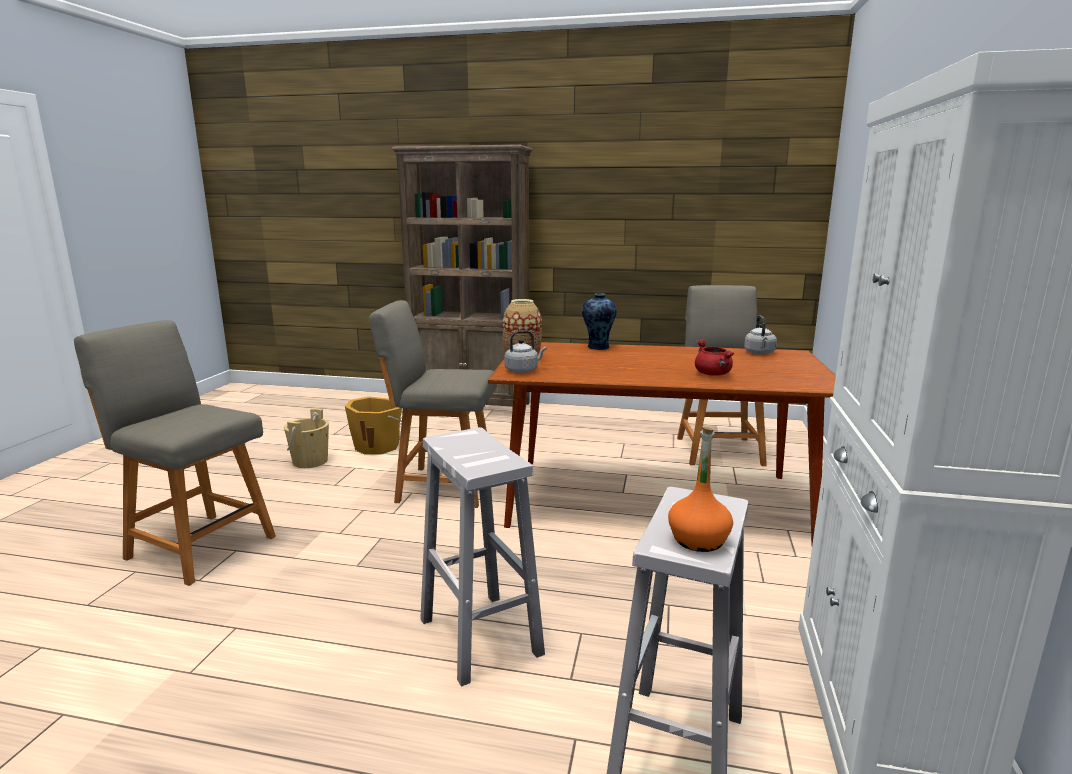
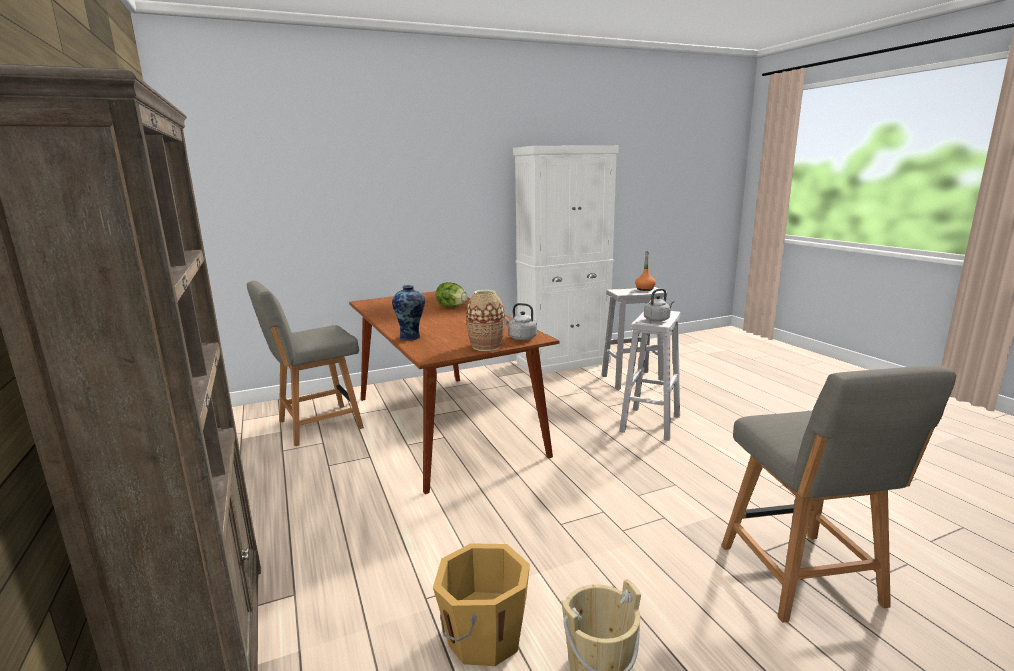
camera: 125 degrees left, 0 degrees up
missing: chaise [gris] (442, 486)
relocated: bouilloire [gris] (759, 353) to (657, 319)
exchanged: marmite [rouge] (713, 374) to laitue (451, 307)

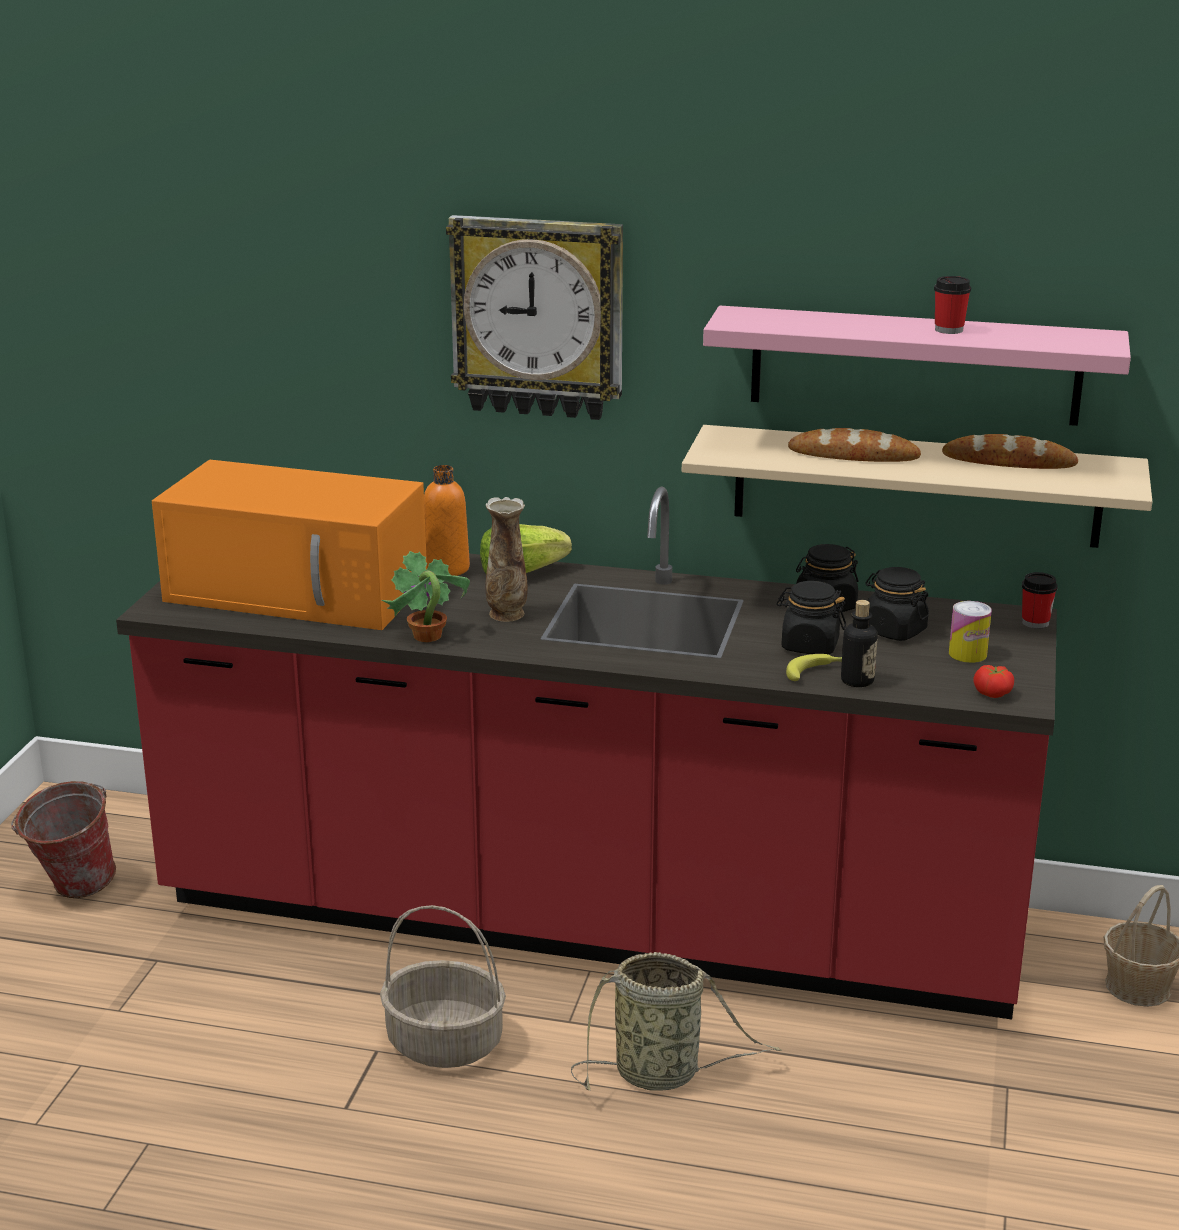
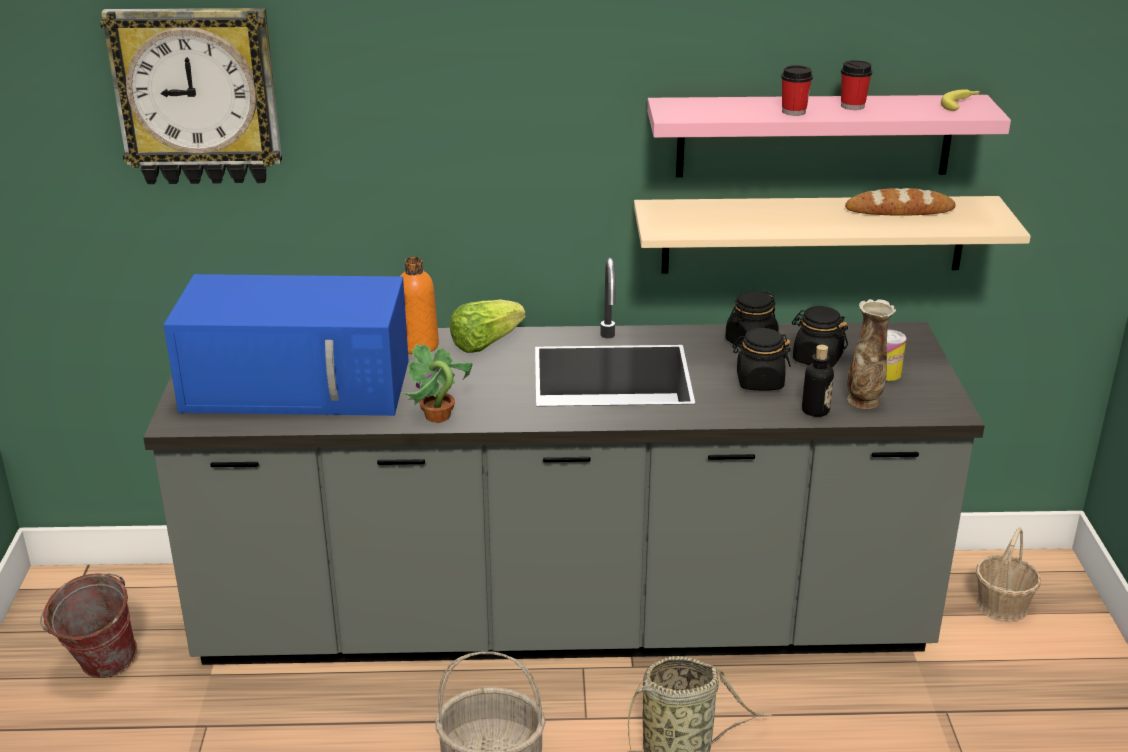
camera: 15 degrees left, 5 degrees up
missing: pain (853, 455); tomate (993, 693)
relocated: horloge murale (538, 317) to (197, 96); tasse (1035, 622) to (793, 111); vase (507, 614) to (864, 401); banane (815, 672) to (961, 104)
colour: comptoir de cuisine [rouge] (589, 920) to comptoir de cuisine [gris] (564, 621); micro-ondes [orange] (300, 591) to micro-ondes [bleu] (300, 385)

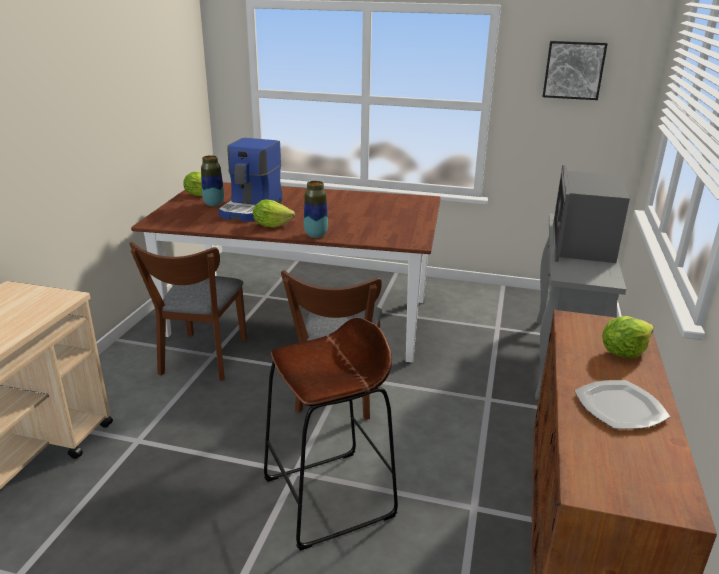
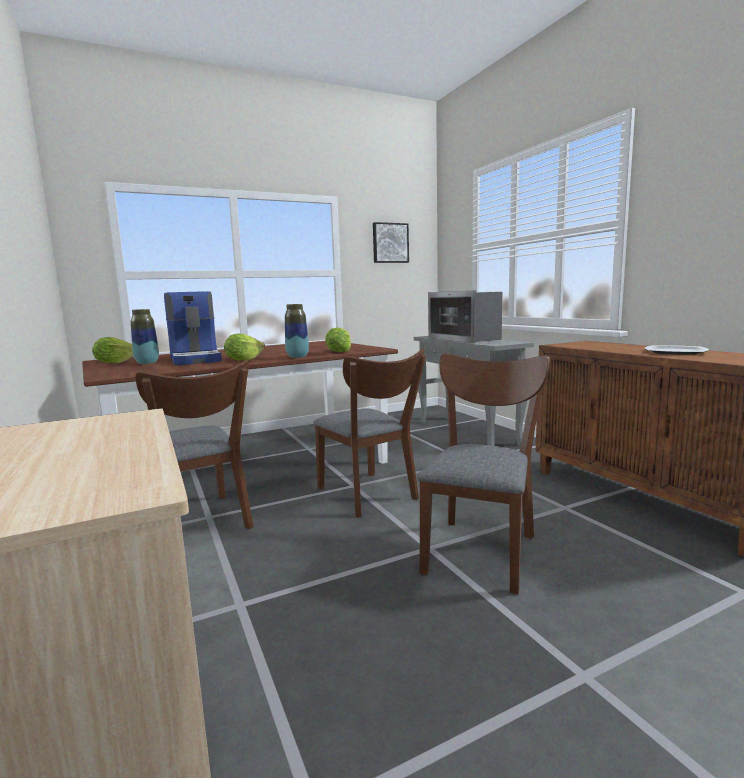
camera: 40 degrees left, 15 degrees down
relocated: laitue (623, 352) to (339, 352)
exchanged: tabouret [marron] (329, 497) to chaise [marron] (481, 548)

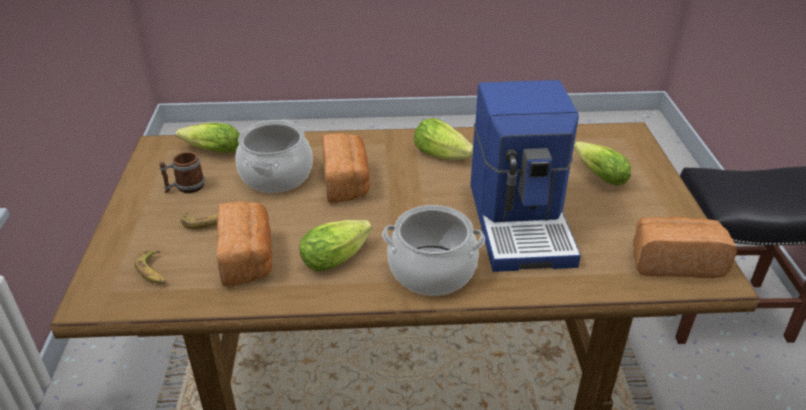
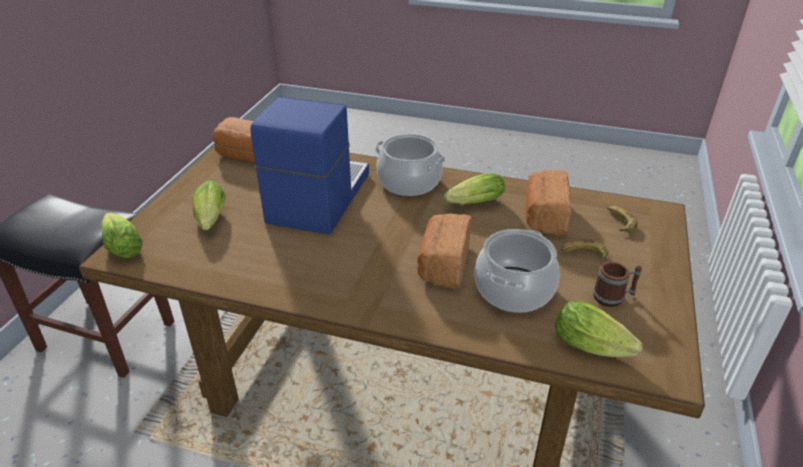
camera: 160 degrees left, 0 degrees up
relocated: laitue (444, 155) to (123, 245)

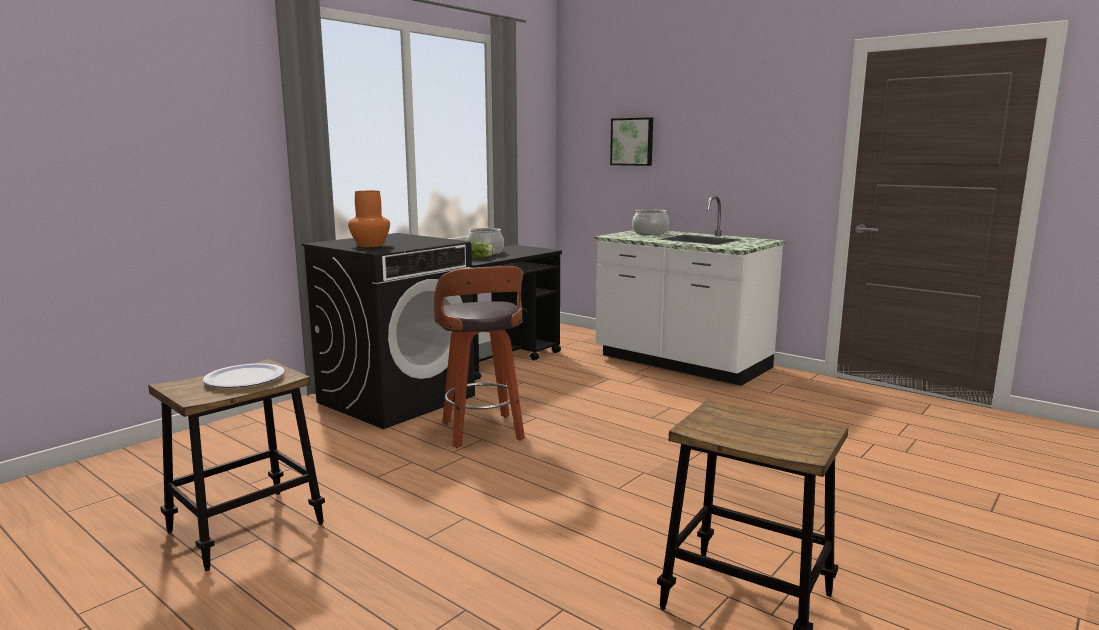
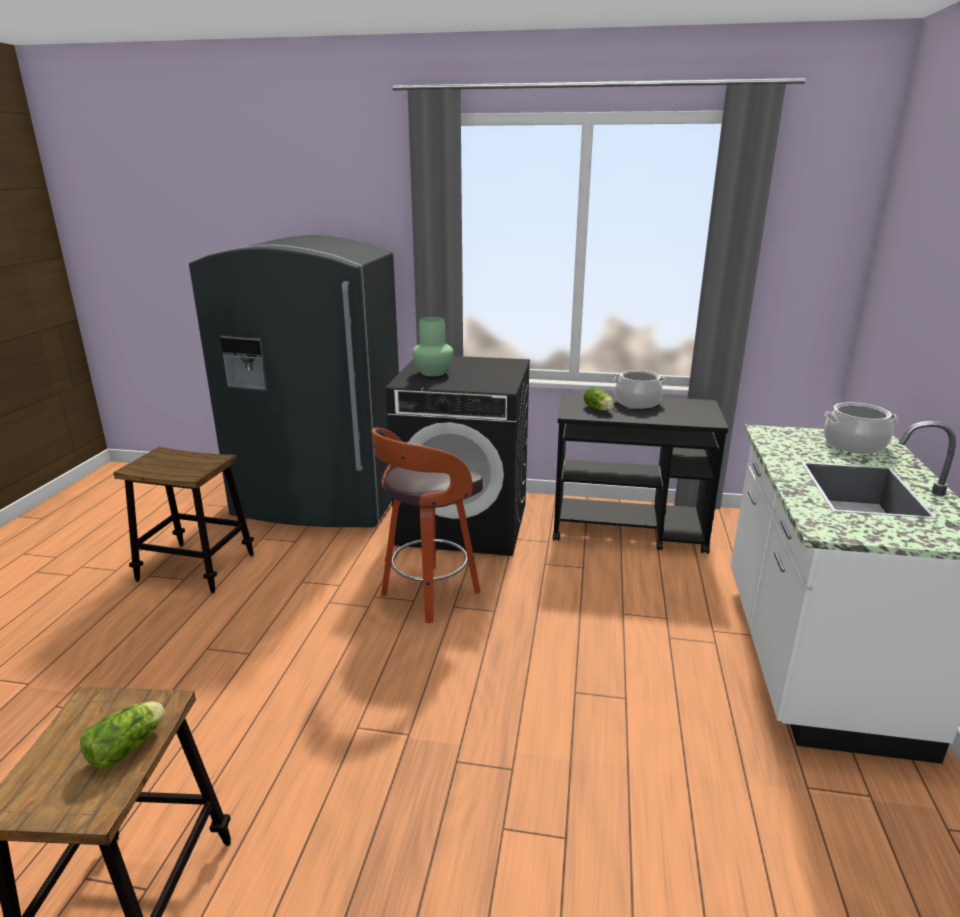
camera: 60 degrees right, 10 degrees up
missing: assiette (244, 378); tableau (632, 141)
appeared: laitue (130, 746); réfrigérateur [gris] (320, 502)
colour: vase [orange] (369, 245) to vase [vert] (433, 372)

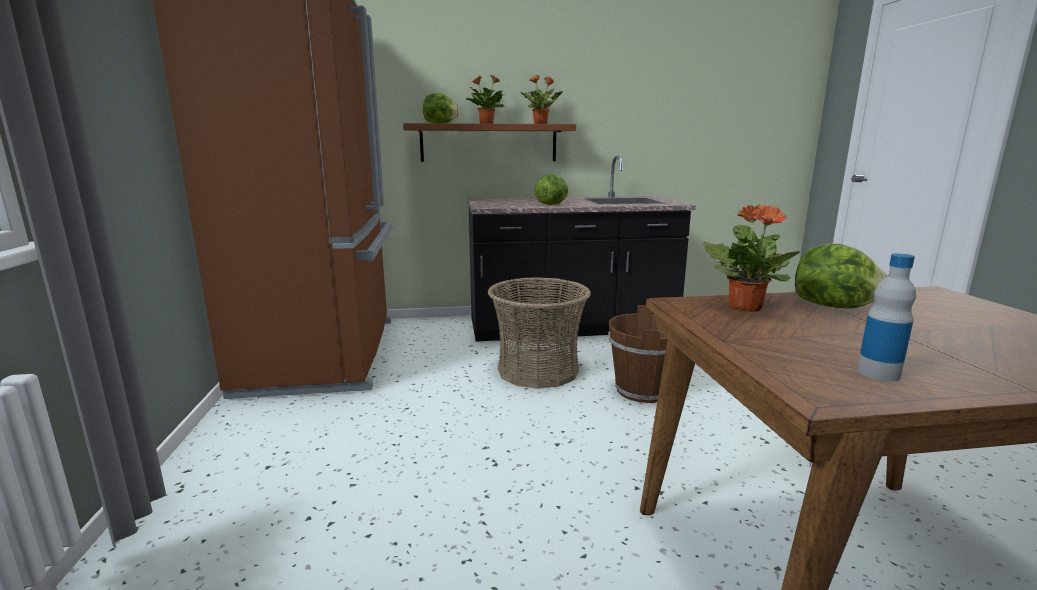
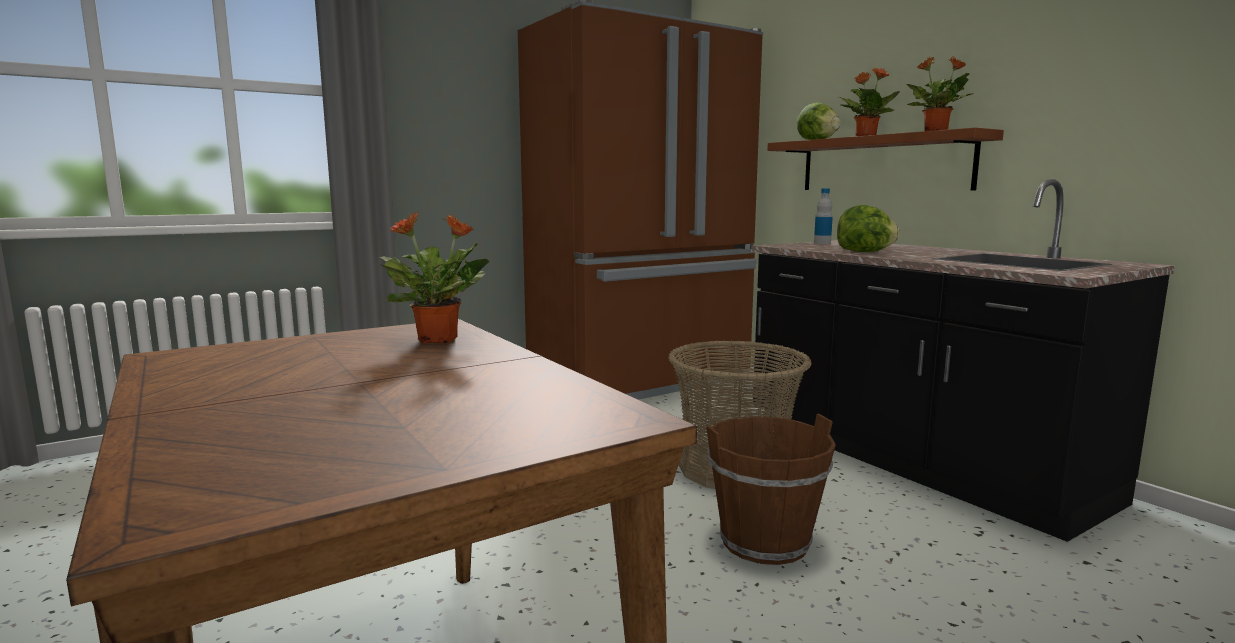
camera: 65 degrees right, 5 degrees down
missing: laitue (833, 307)
relocated: bouteille (878, 373) to (822, 243)

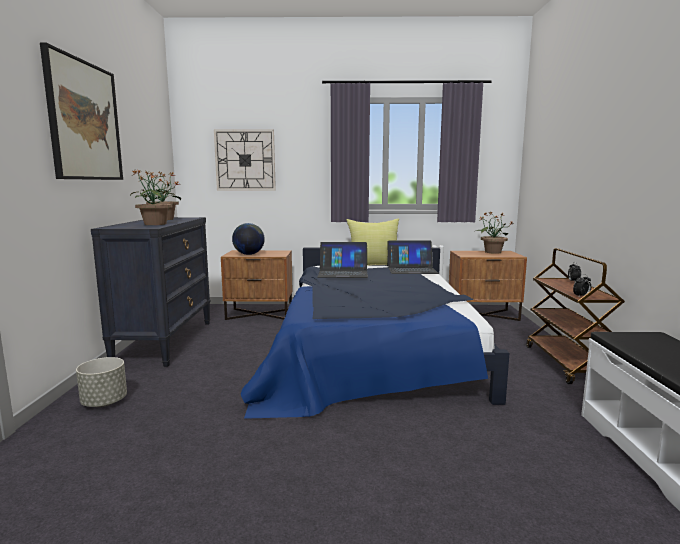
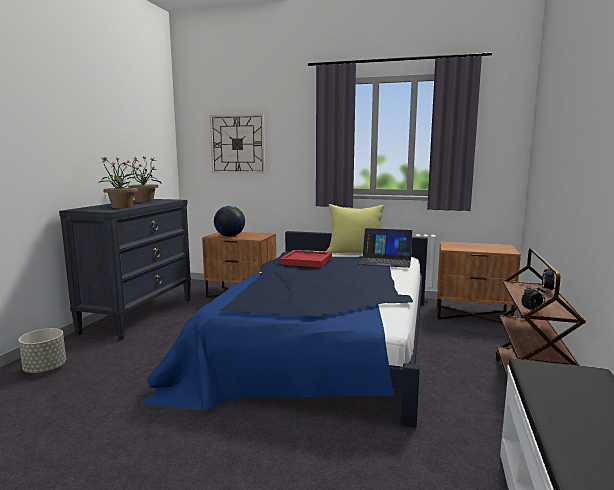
camera: 15 degrees right, 0 degrees up
missing: tableau (84, 121); plante en pot (492, 252)
exchanged: ordinateur portable (343, 273) to plateau [rouge] (307, 260)

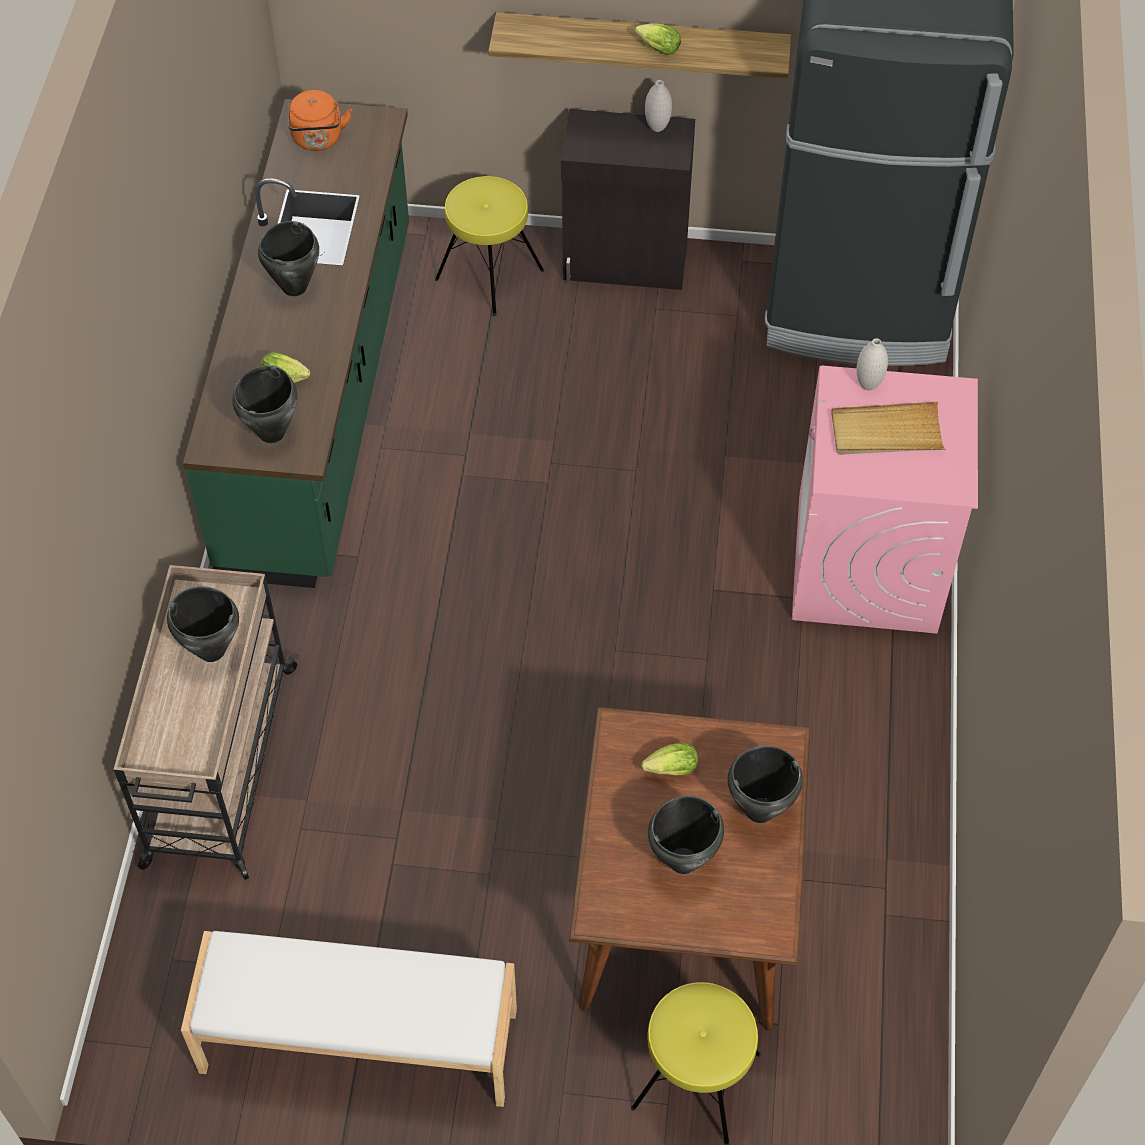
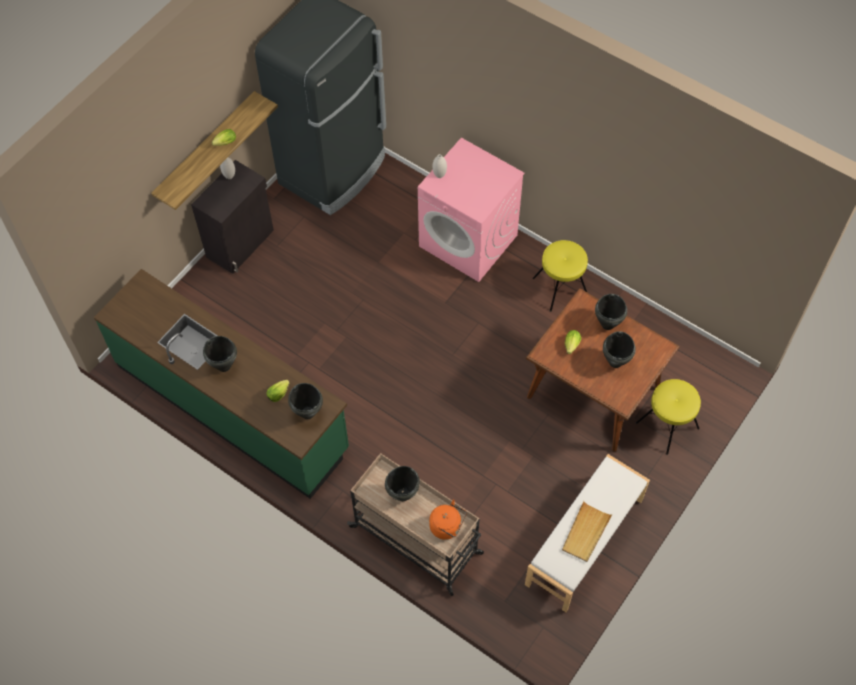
camera: 60 degrees left, 5 degrees up
relocated: bouilloire [orange] (318, 140) to (447, 527); tabouret [jaune] (489, 274) to (560, 287); plateau [beige] (886, 433) to (585, 533)

